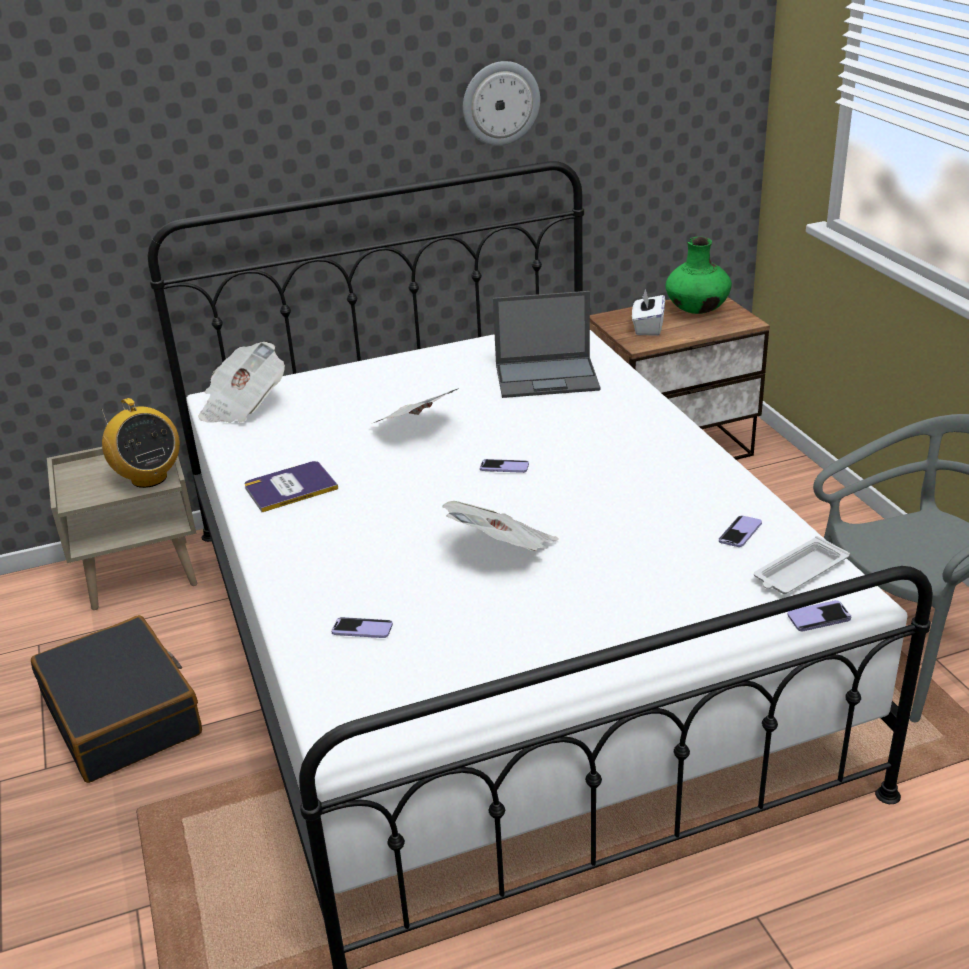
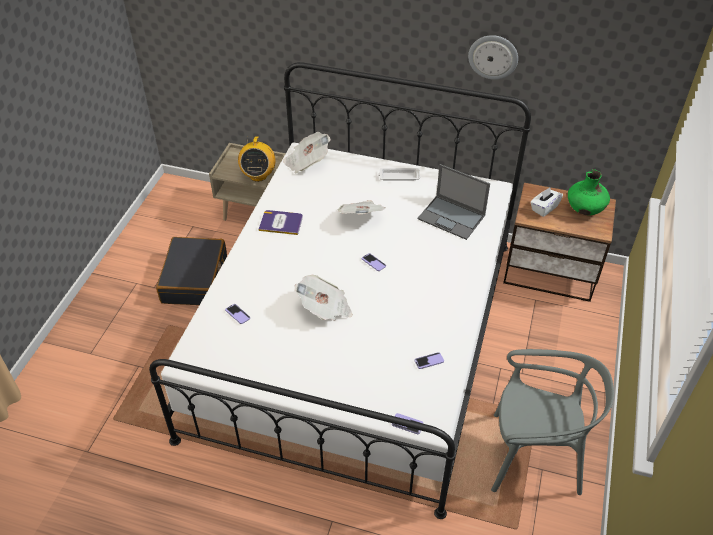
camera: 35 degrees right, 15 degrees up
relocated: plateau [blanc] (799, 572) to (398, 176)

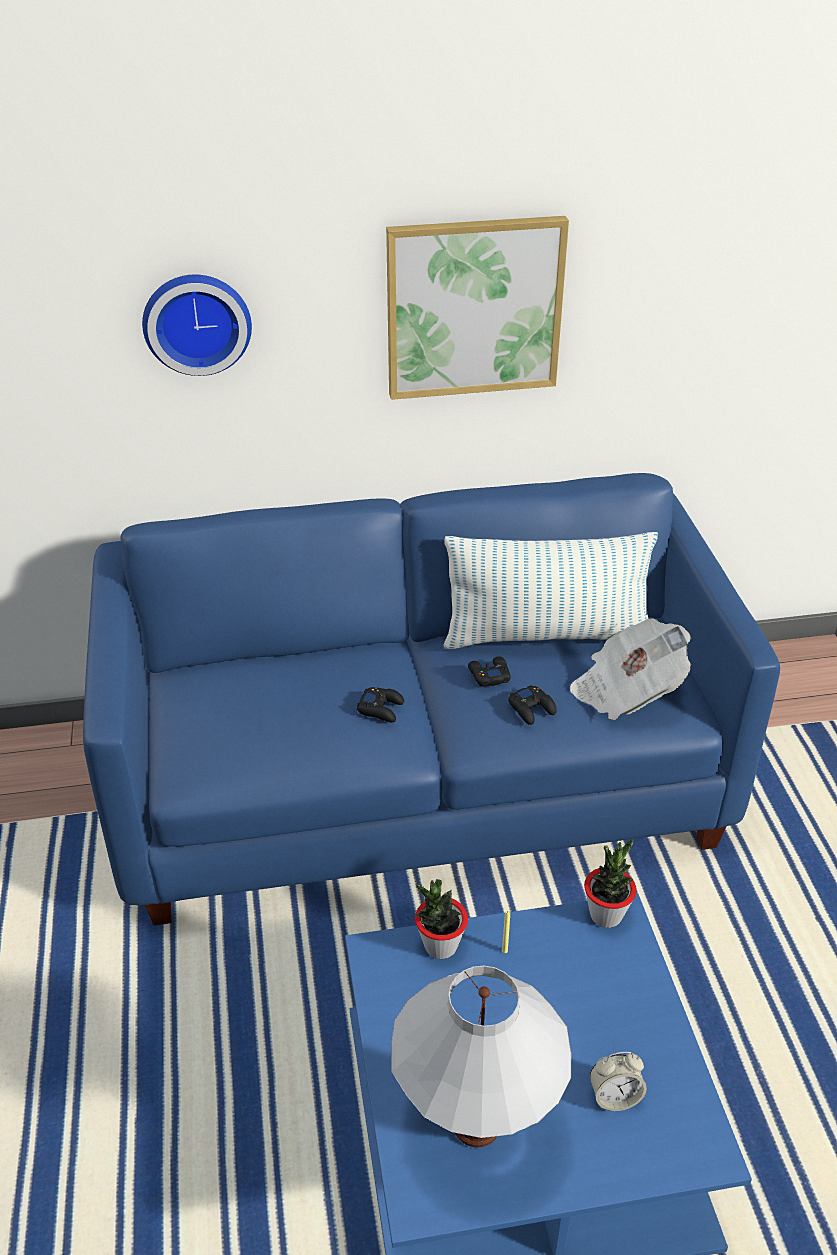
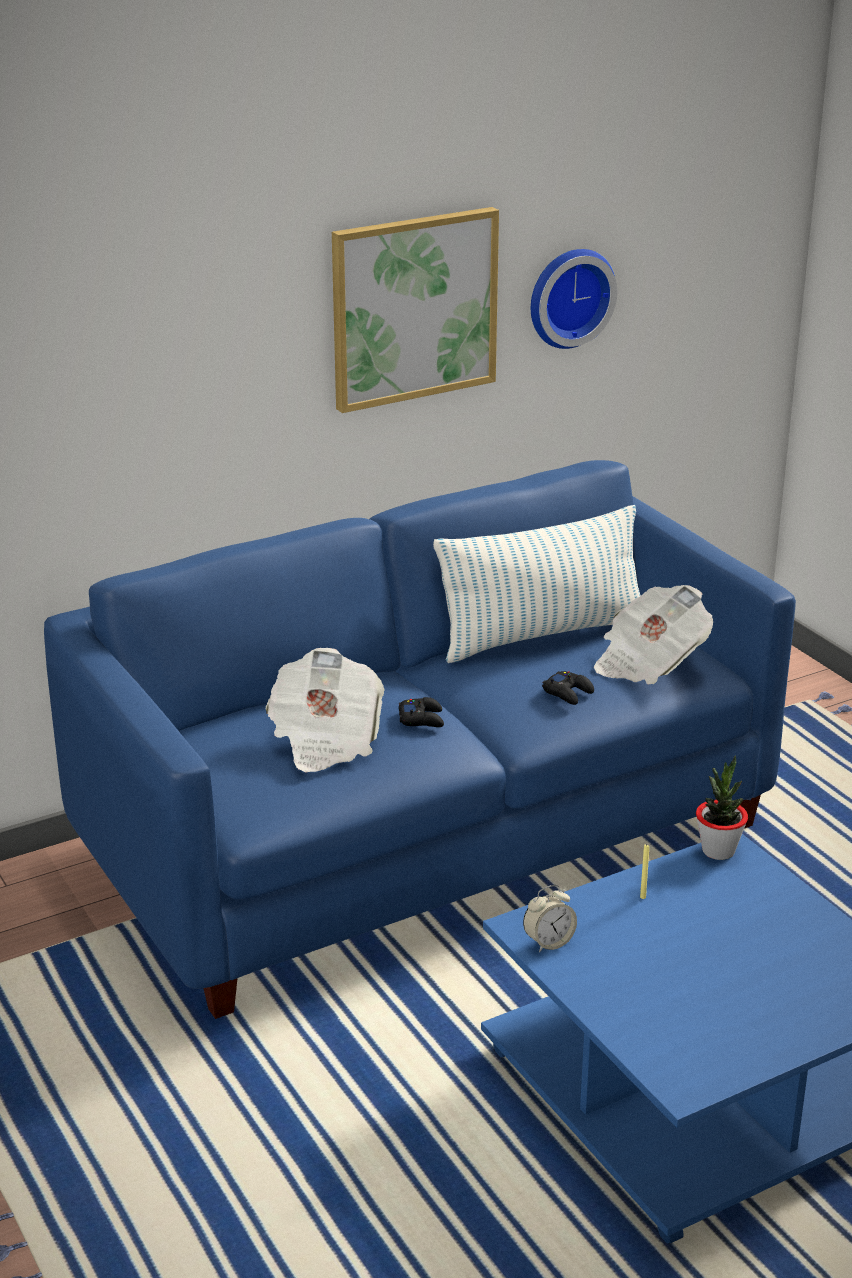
camera: 20 degrees left, 10 degrees down
missing: lampe de table [blanc] (476, 1126); plante en pot (440, 946); manette [noir] (488, 675)
appeared: journal (325, 739)
relocated: réveil (614, 1097) to (549, 942); horloge murale (197, 322) to (568, 296)

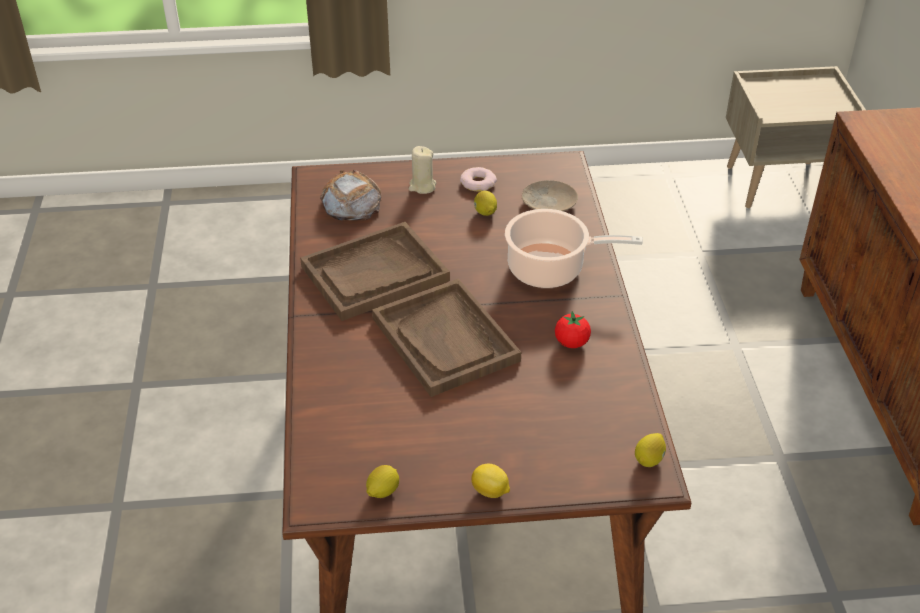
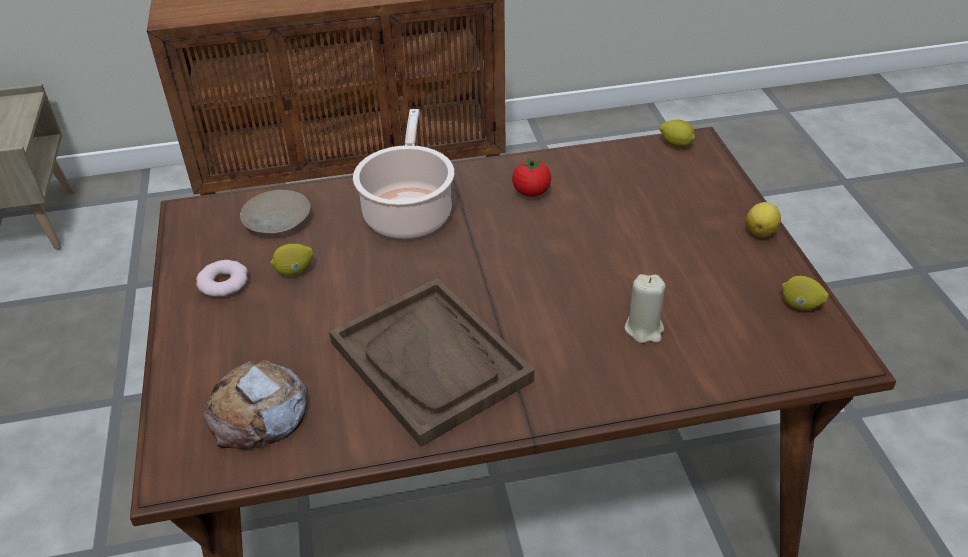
camera: 95 degrees left, 0 degrees up
missing: plateau [marron] (445, 339)
relocated: bougie [beige] (422, 186) to (644, 329)

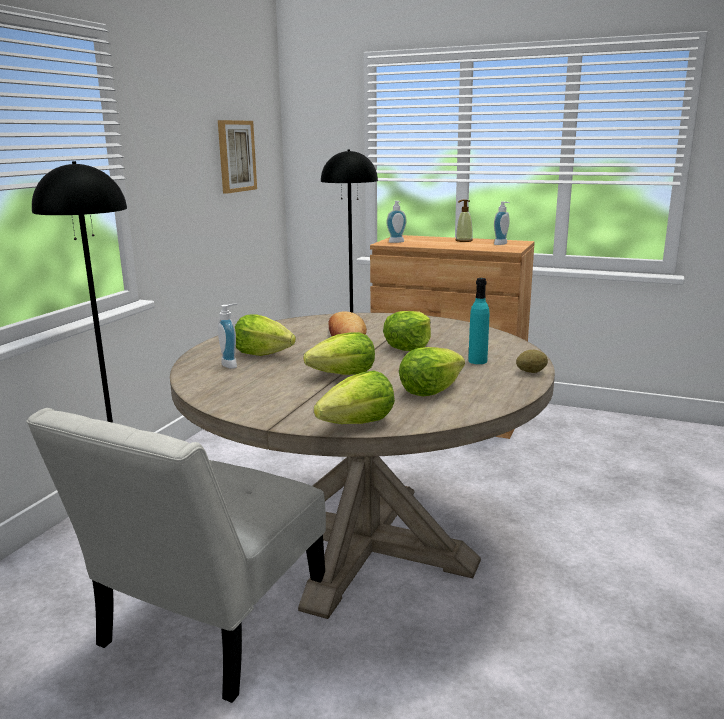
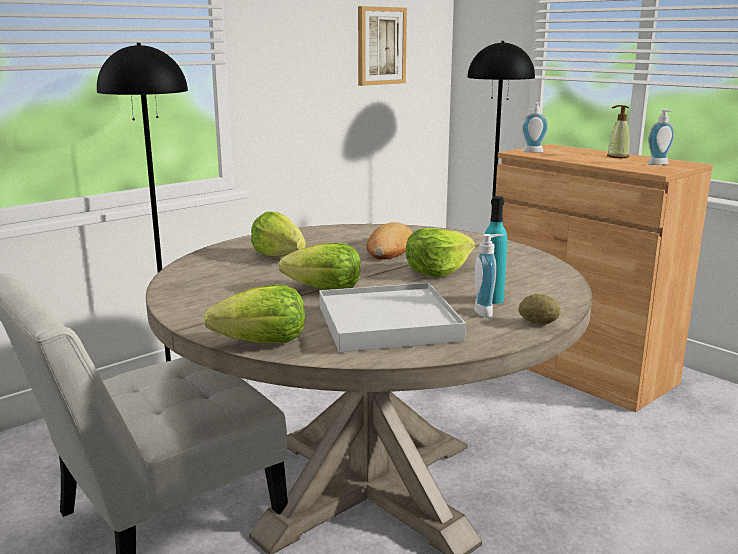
camera: 25 degrees right, 0 degrees up
relocated: distributeur de savon (232, 364) to (487, 311)
exchanged: laitue (430, 391) to plateau [blanc] (387, 323)

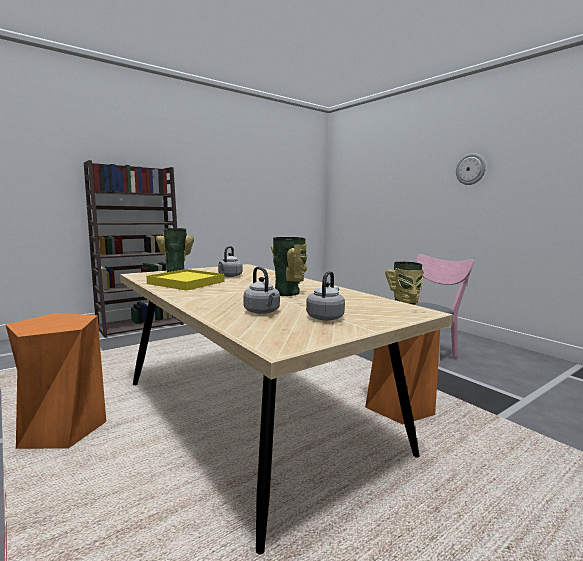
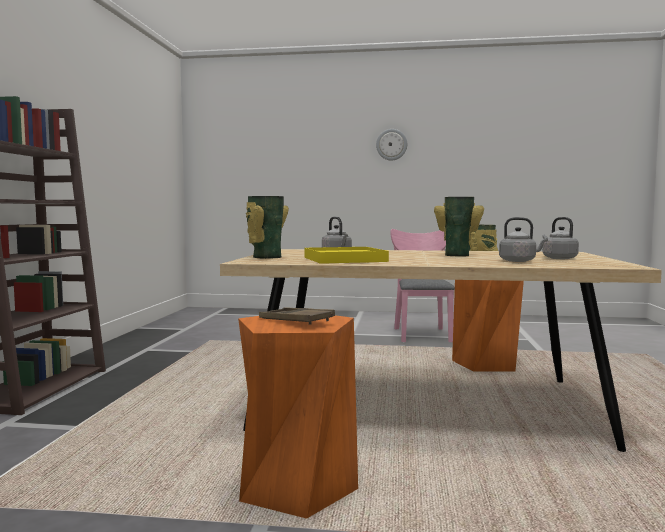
camera: 45 degrees left, 5 degrees down
appeared: plateau [marron] (295, 321)

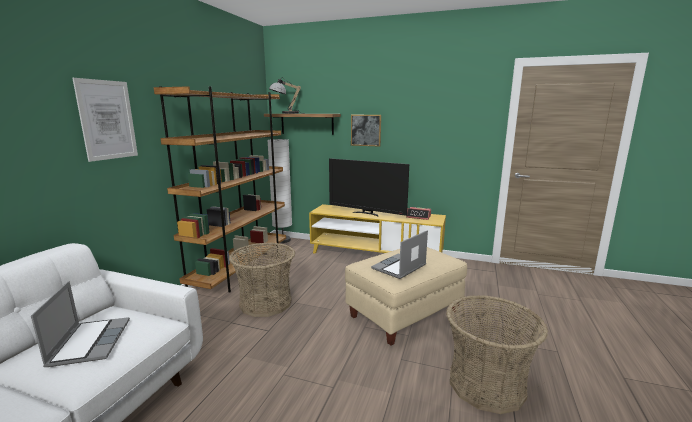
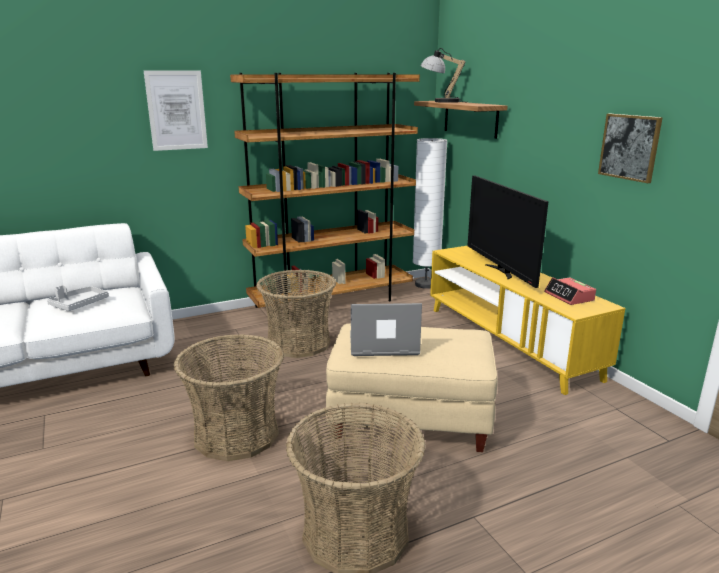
camera: 45 degrees right, 5 degrees up
appeared: panier (236, 434)
relocated: tableau (366, 130) to (629, 147)
exchanged: ordinateur portable (90, 342) to plateau [gris] (79, 304)

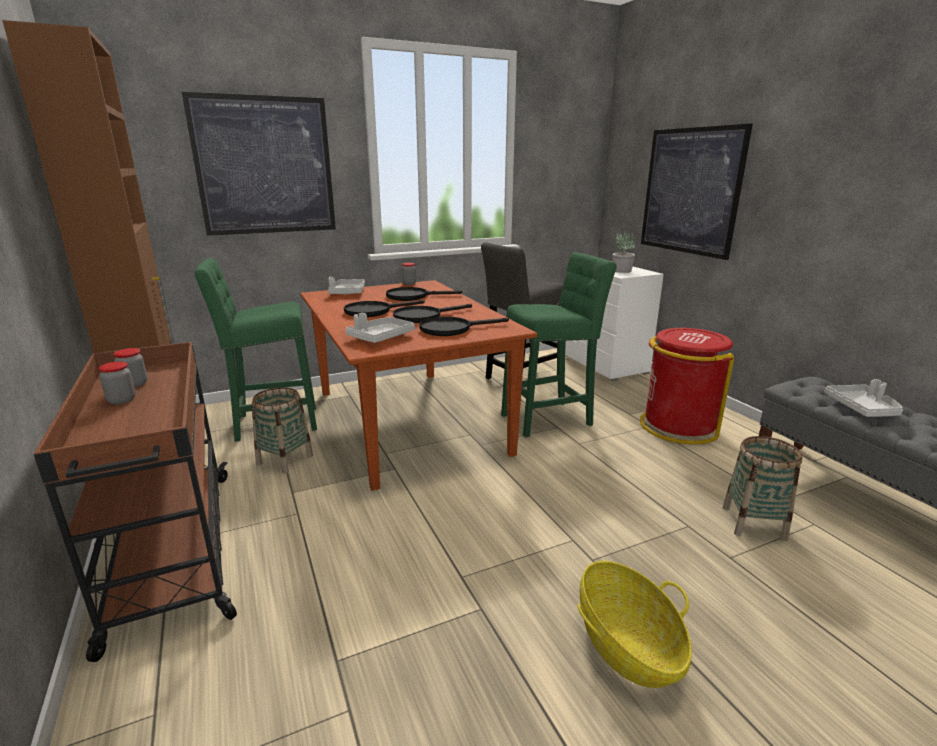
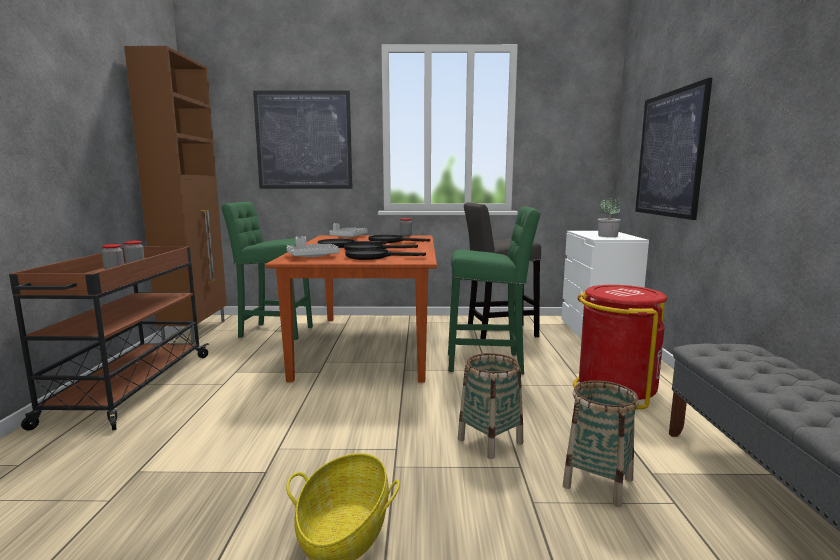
camera: 25 degrees right, 10 degrees down
missing: plateau [gris] (862, 408)
relocated: panier (284, 459) to (490, 441)

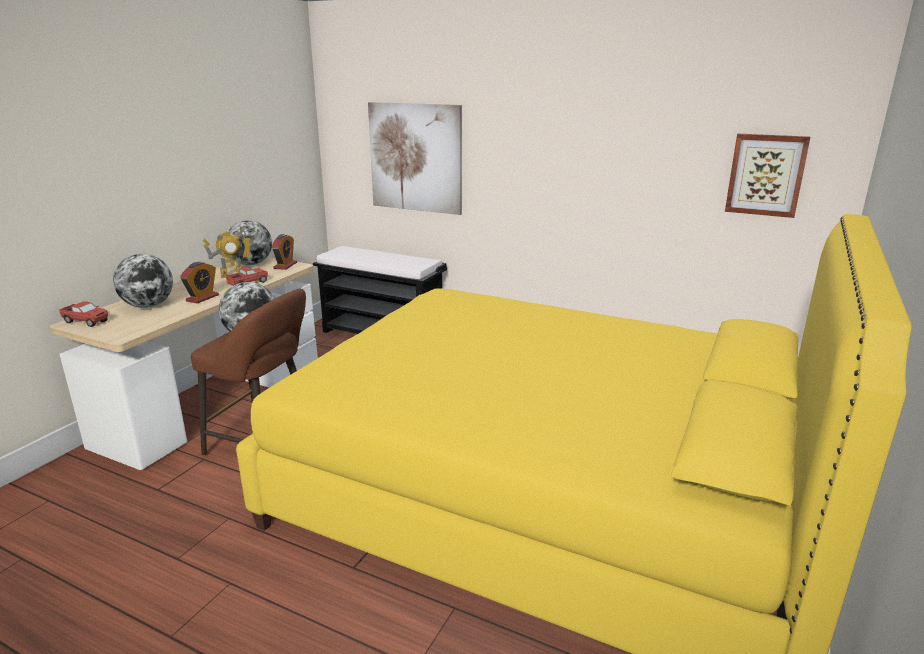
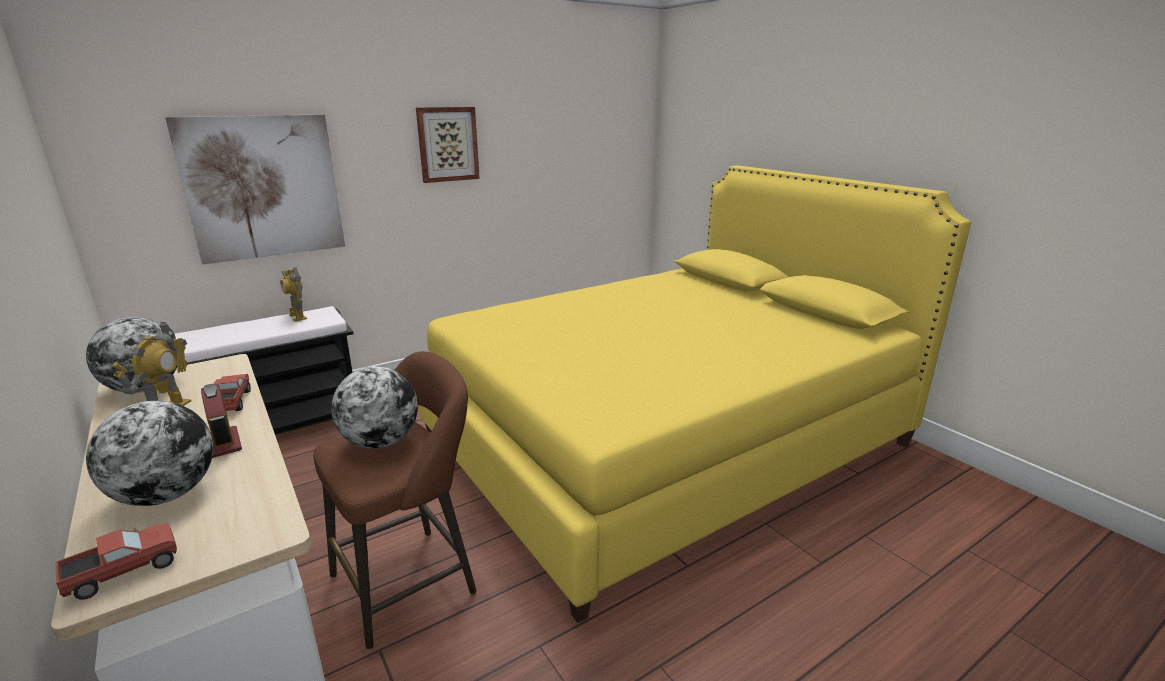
camera: 60 degrees left, 0 degrees up
missing: réveil (285, 265)
appeared: robot jouet (297, 317)
relocated: tableau (766, 175) to (447, 144)

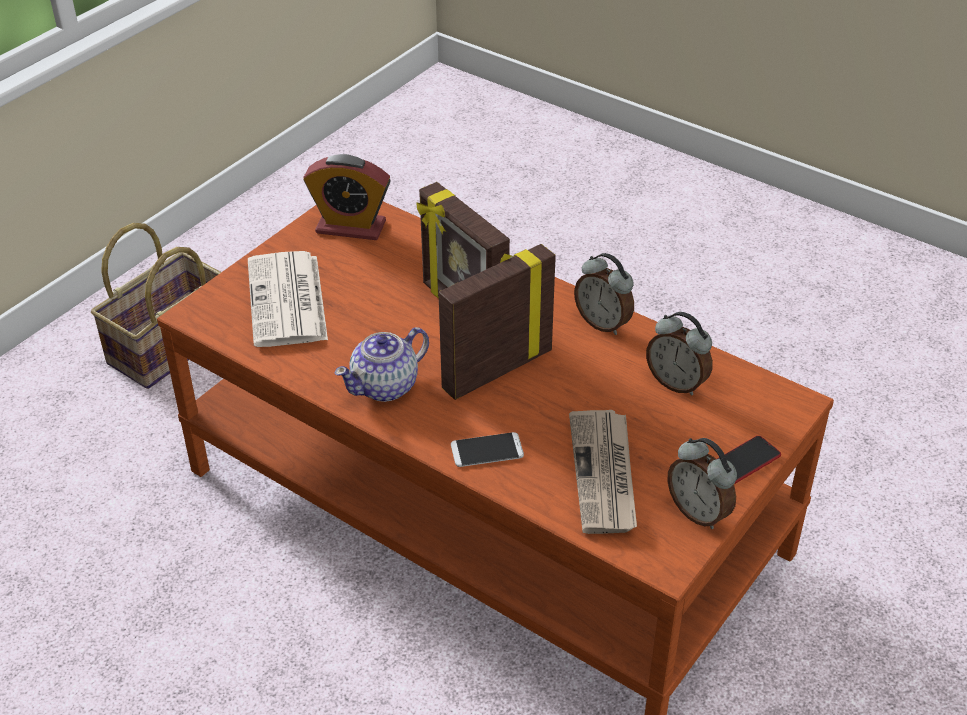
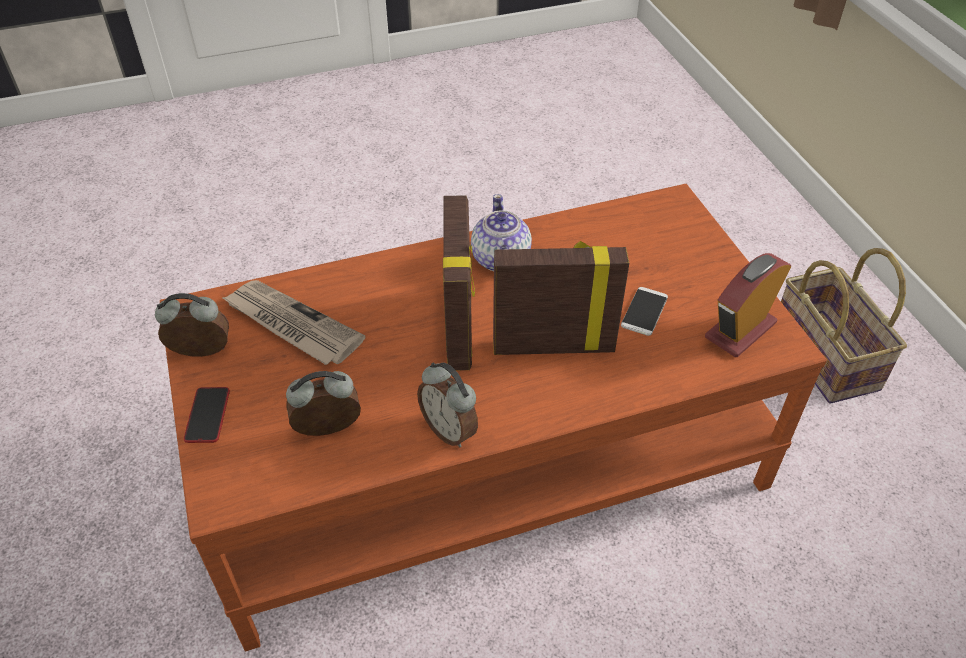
camera: 125 degrees right, 5 degrees up
missing: journal (288, 301)
relocated: téléphone (487, 450) to (644, 311)
spun: réveil (603, 323) = (450, 430) 120 degrees counterclockwise

